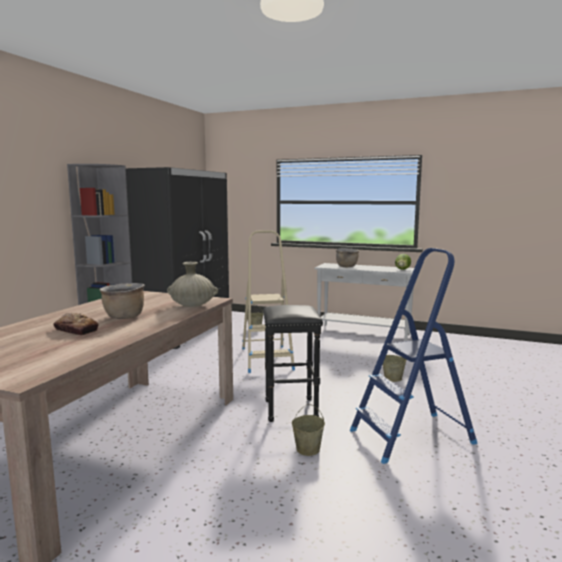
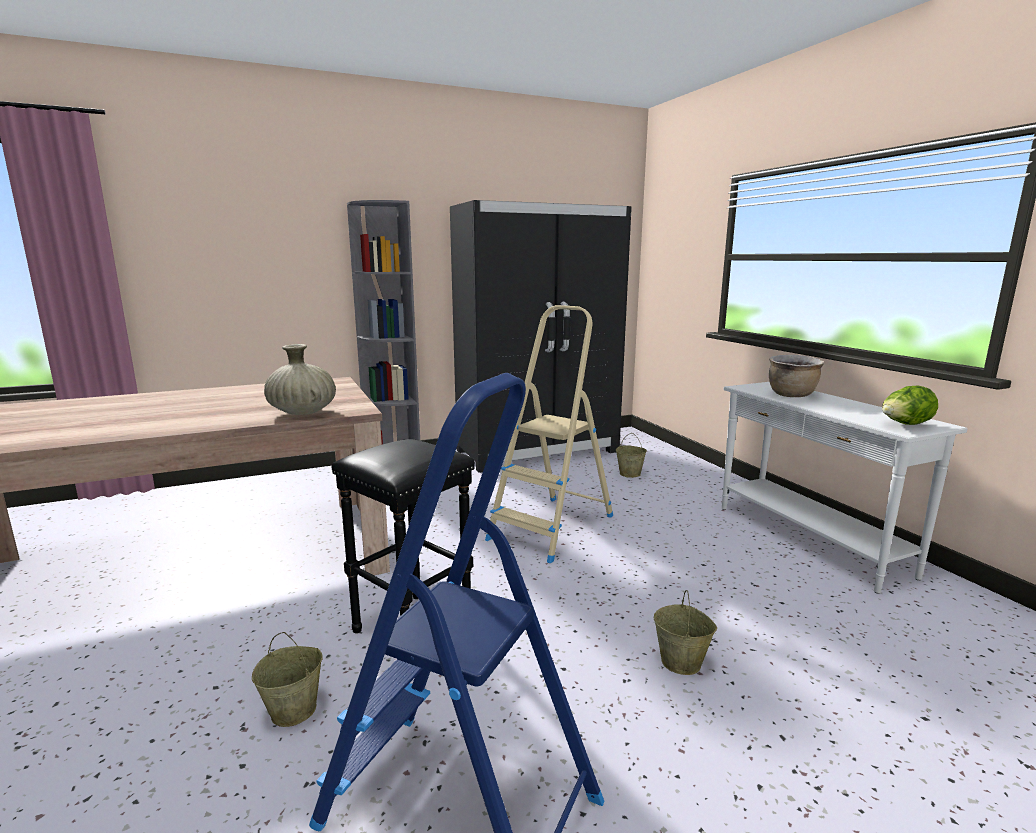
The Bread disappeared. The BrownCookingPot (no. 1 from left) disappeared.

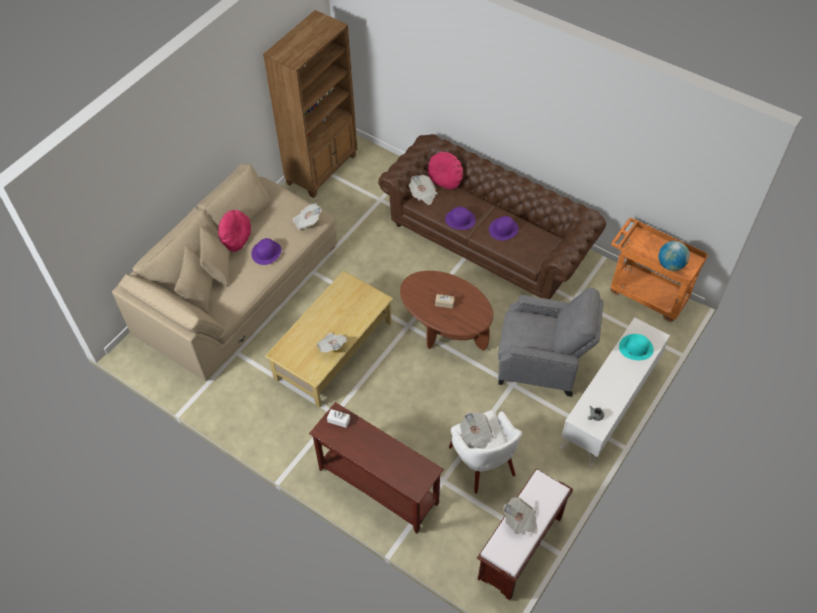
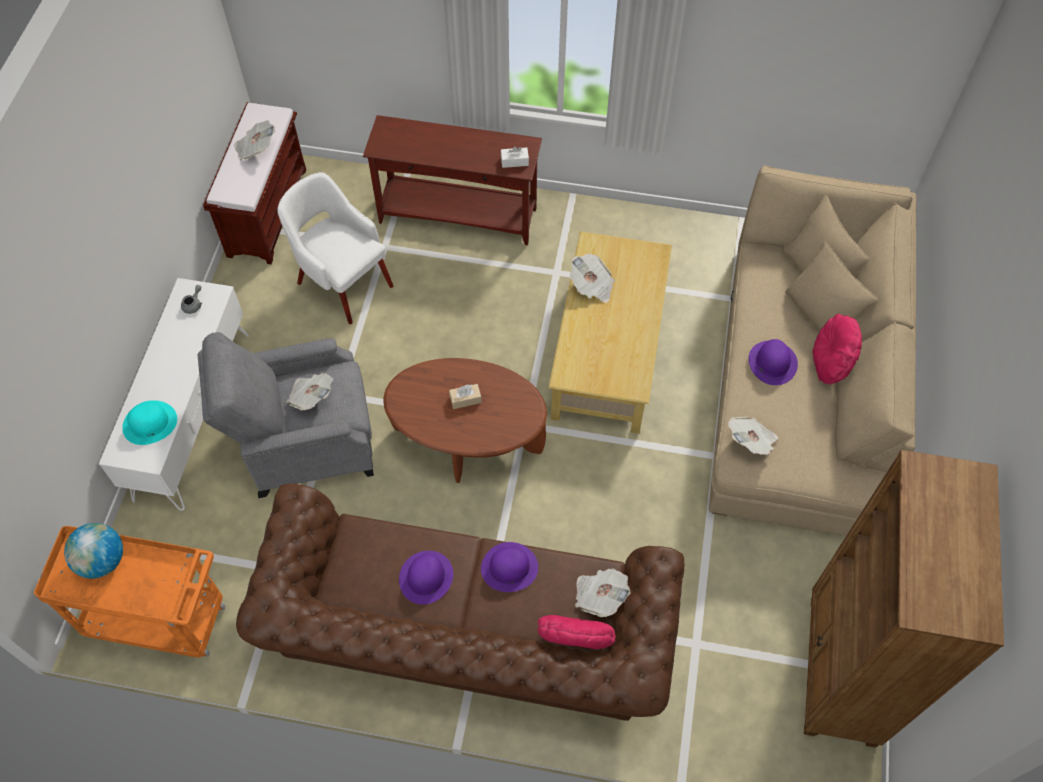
The Newspaper (no. 4 from left in the first image) moved.

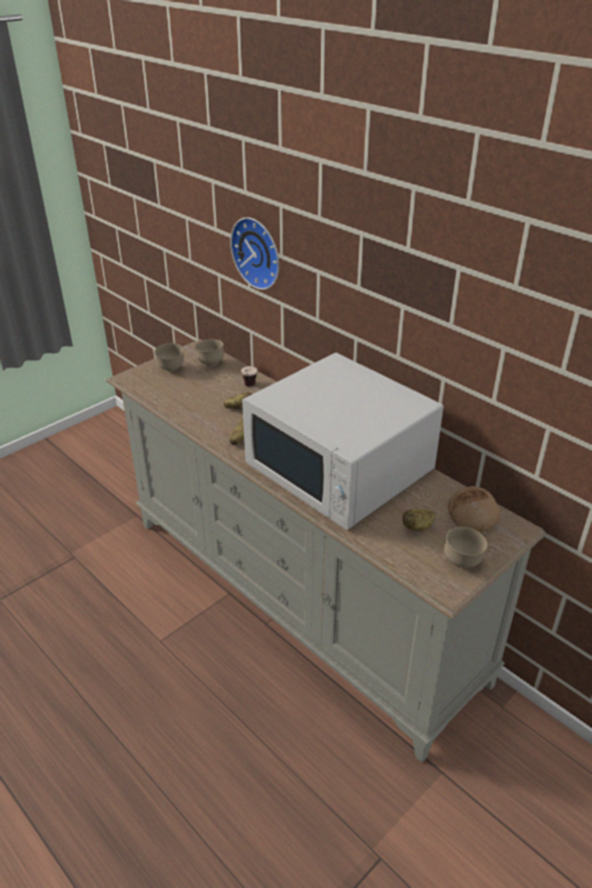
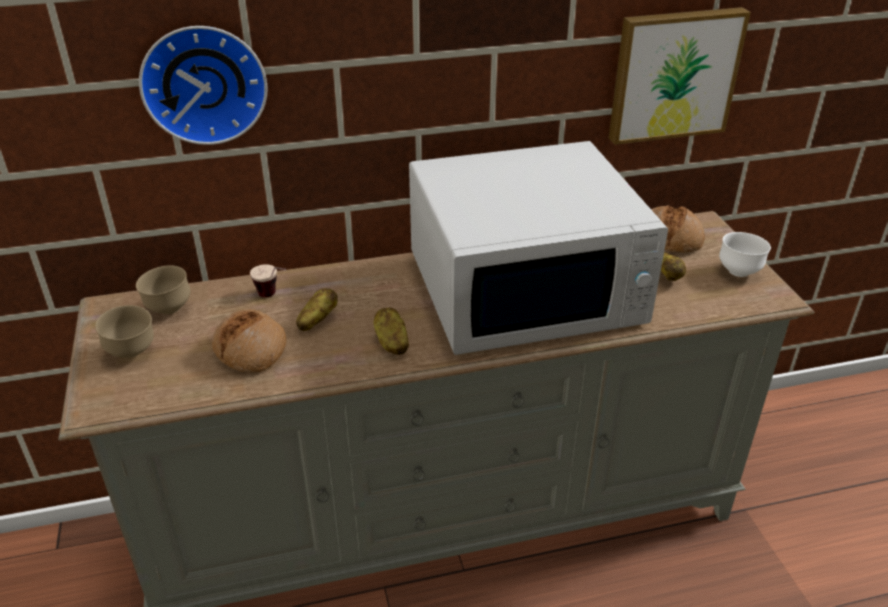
The Bread (no. 1 from left) appeared. The Picture appeared. The BrownBowl (no. 3 from left) became the WhiteBowl.

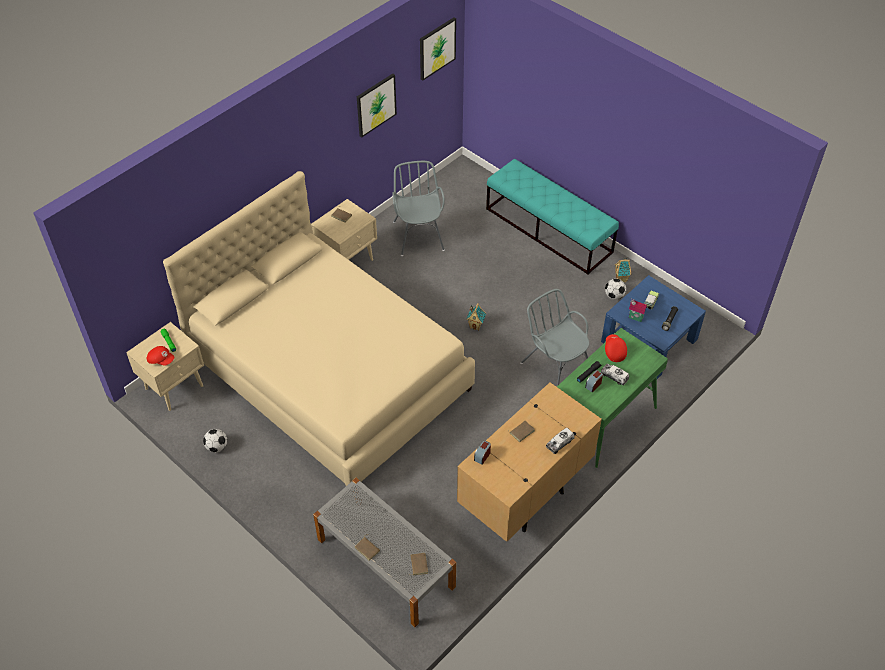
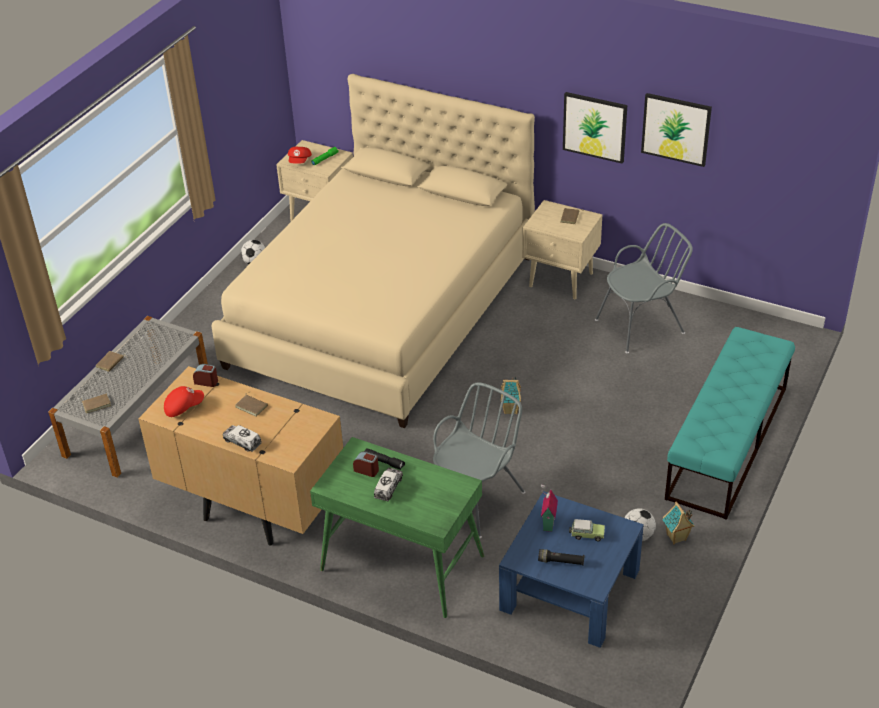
The RedCap (no. 2 from left in the first image) moved. The Picture (no. 2 from left in the first image) moved.

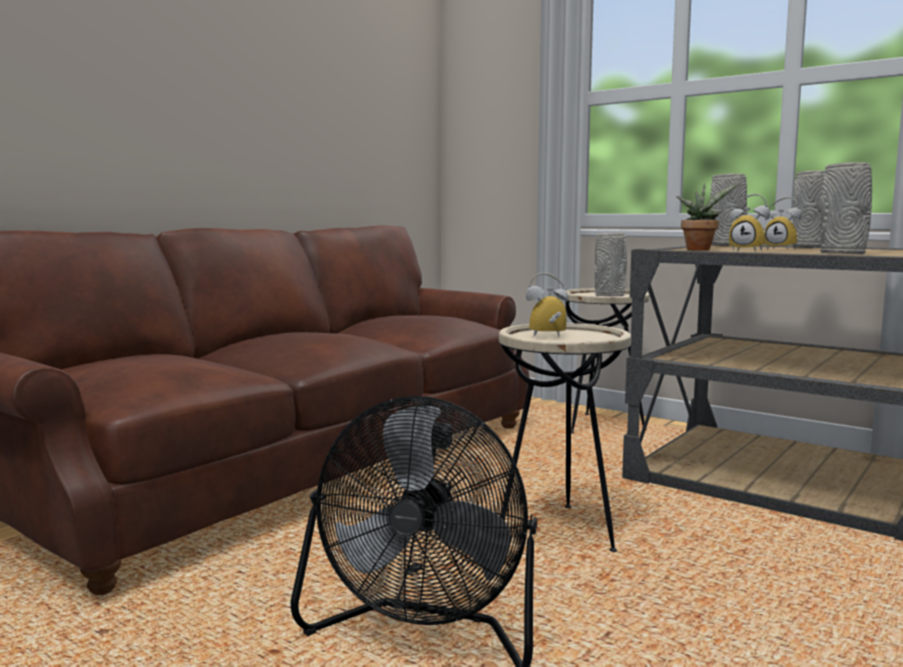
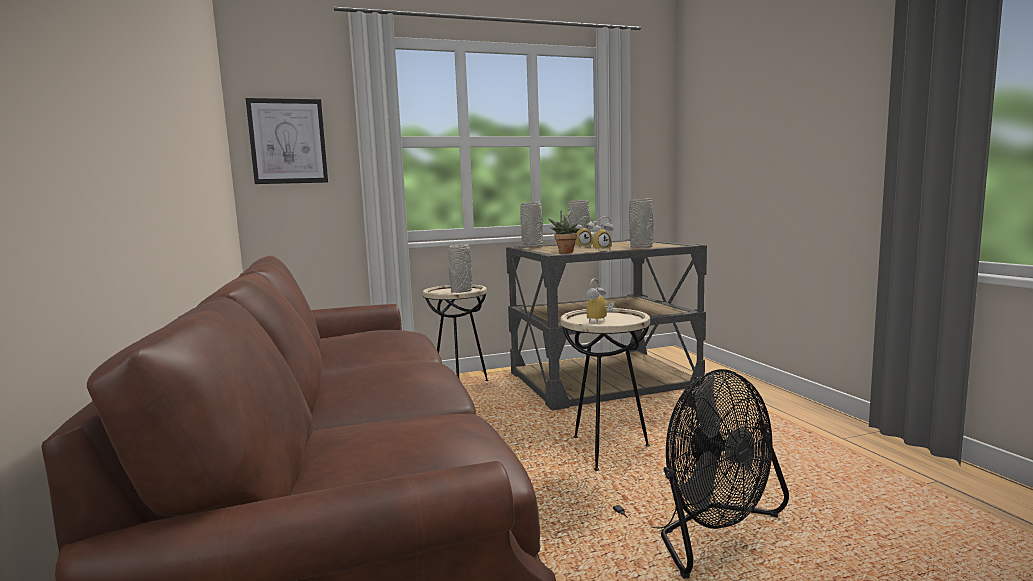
The Picture appeared.

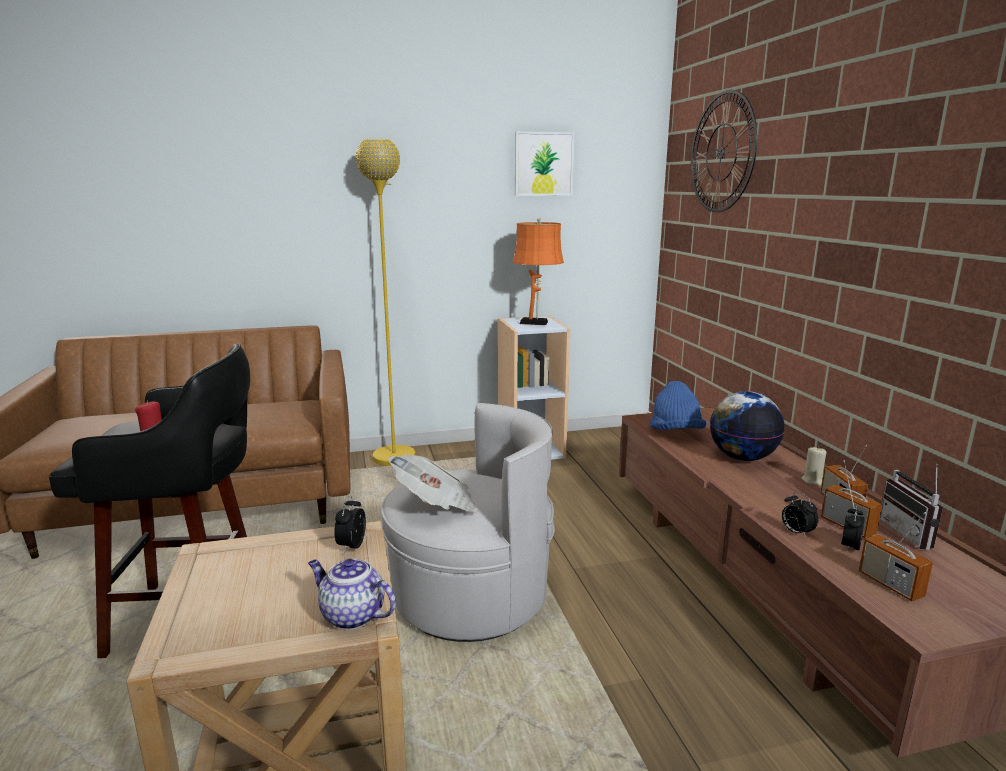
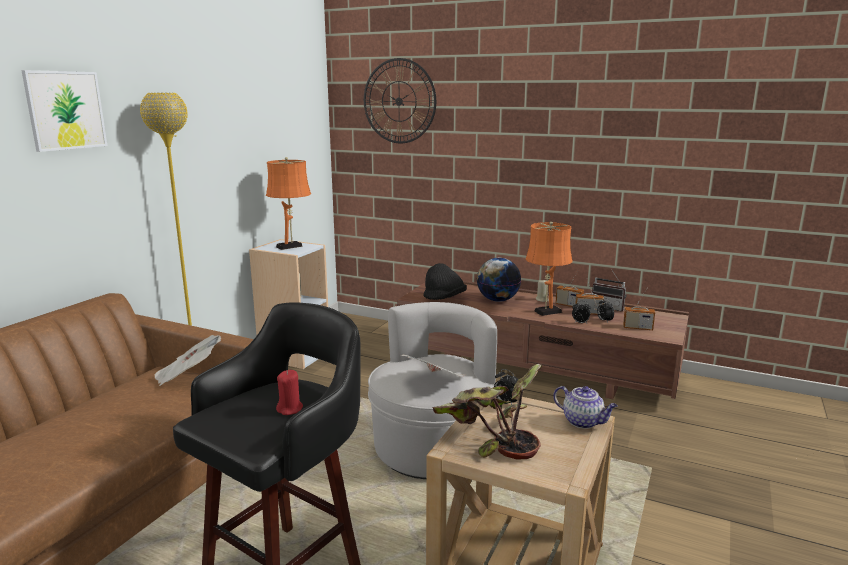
The Picture moved. The Newspaper (no. 1 from left) appeared. The BlueHat became the BlackHat. The PottedPlant appeared. The OrangeTableLamp (no. 2 from left) appeared. The Teapot turned 120 degrees counterclockwise.

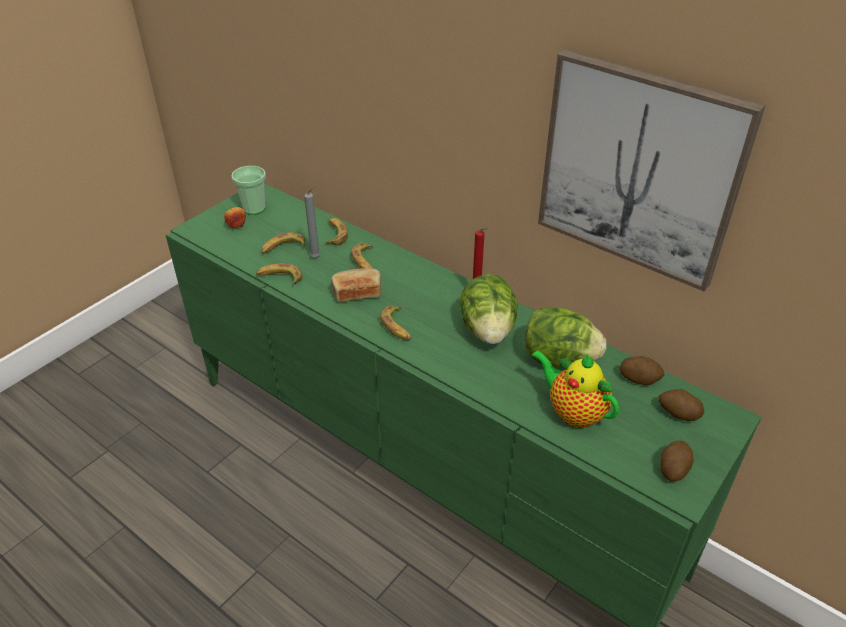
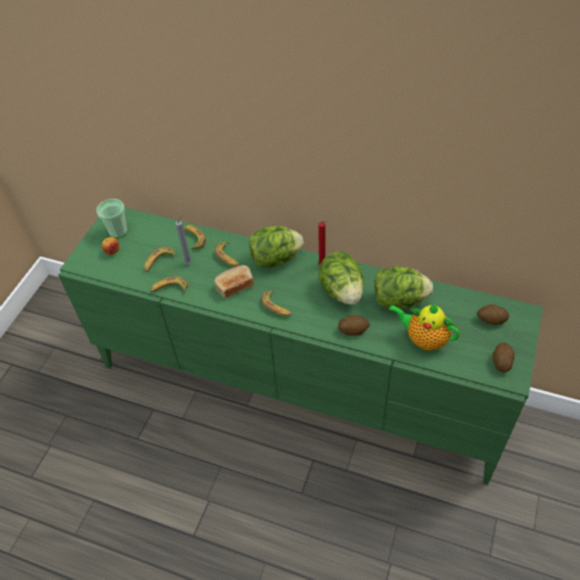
The Lettuce (no. 1 from left) appeared. The Potato (no. 1 from left) moved. The Picture disappeared.

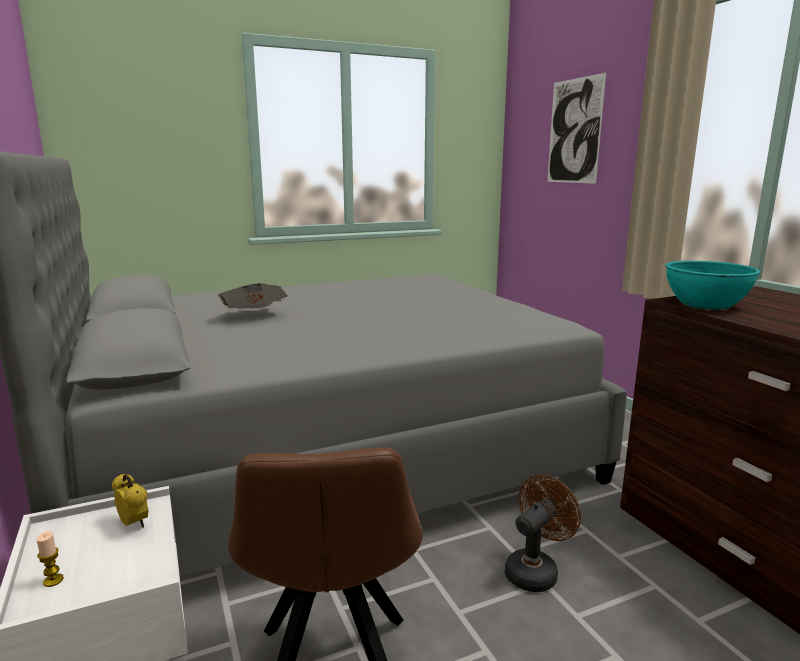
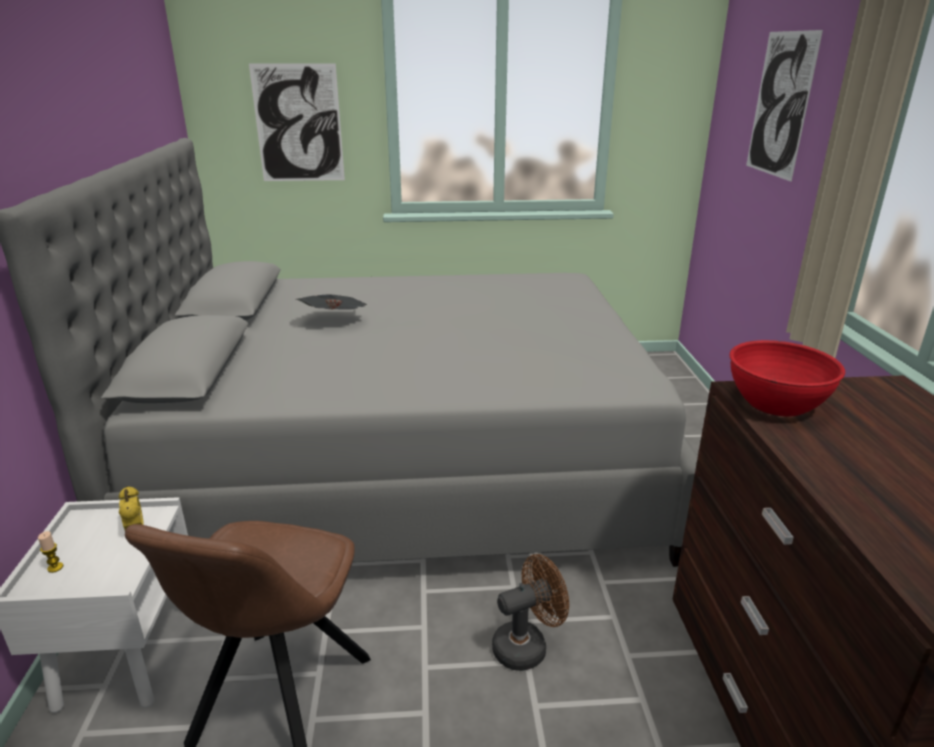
The Picture (no. 1 from left) appeared. The TurquoiseBowl became the RedBowl.

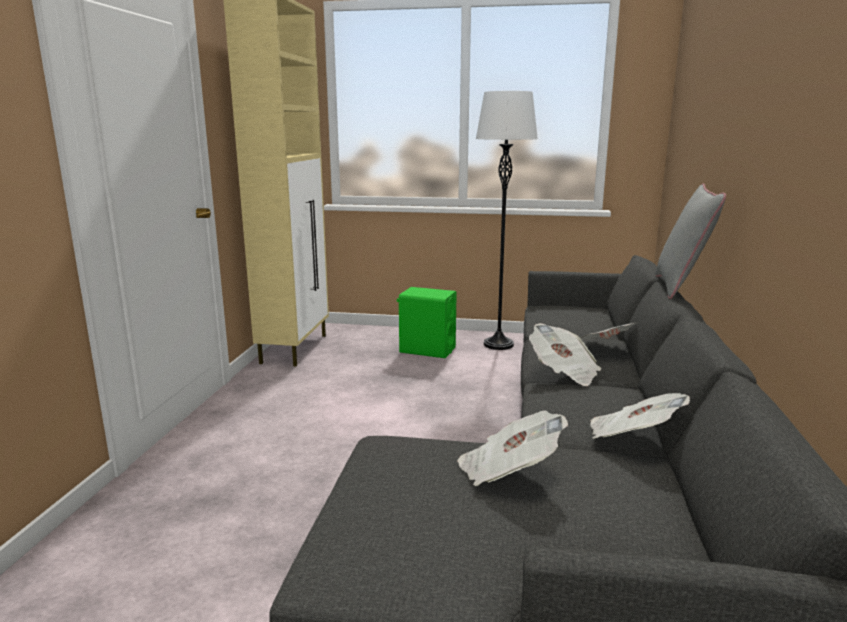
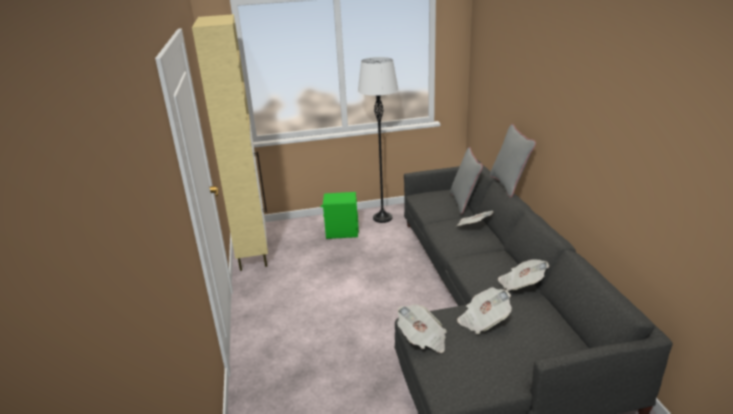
The Newspaper (no. 2 from left in the first image) moved. The GreyPillow (no. 1 from left) appeared.

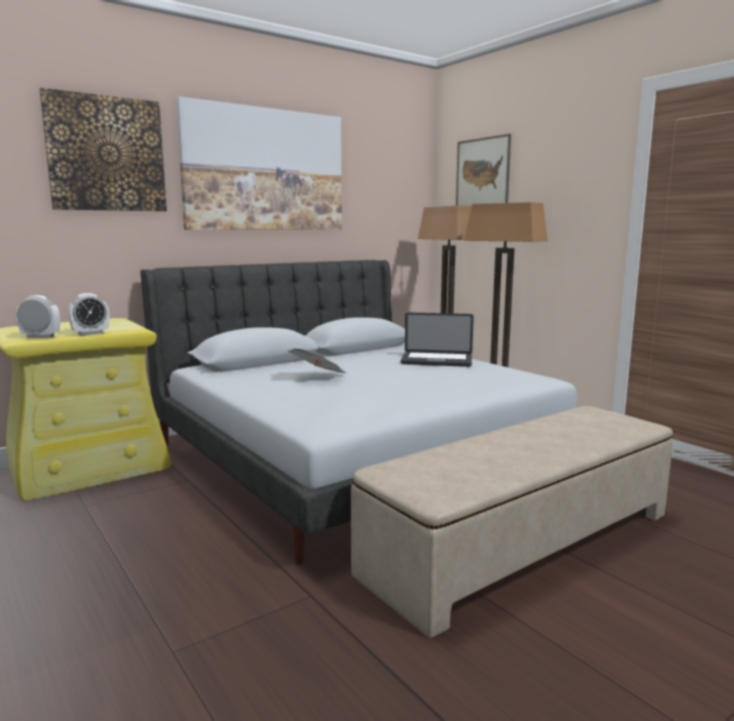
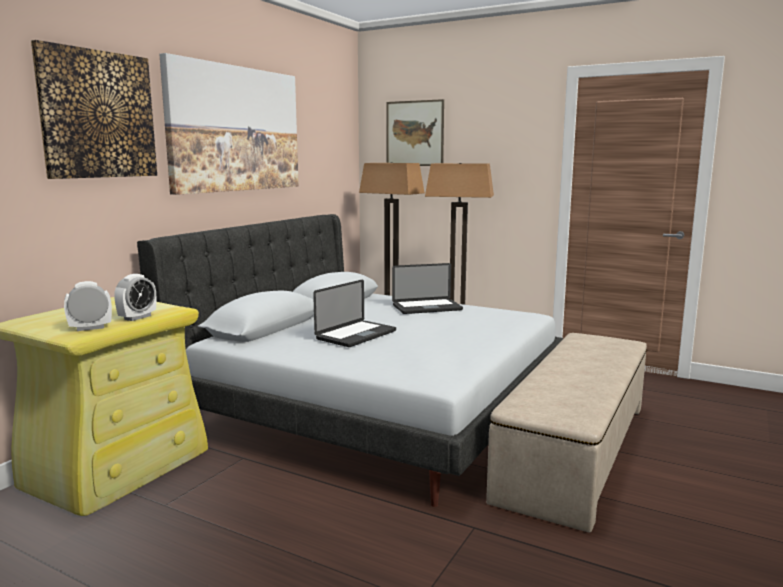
The Newspaper was replaced by the Laptop (no. 1 from left).

